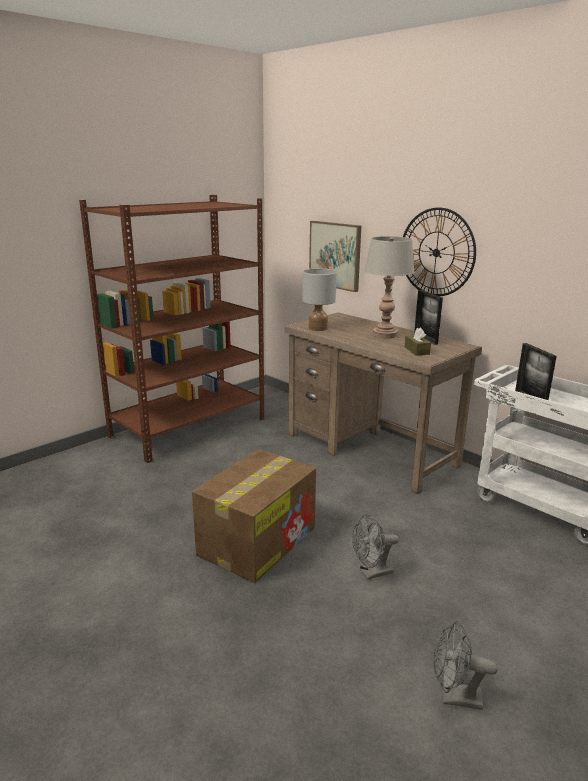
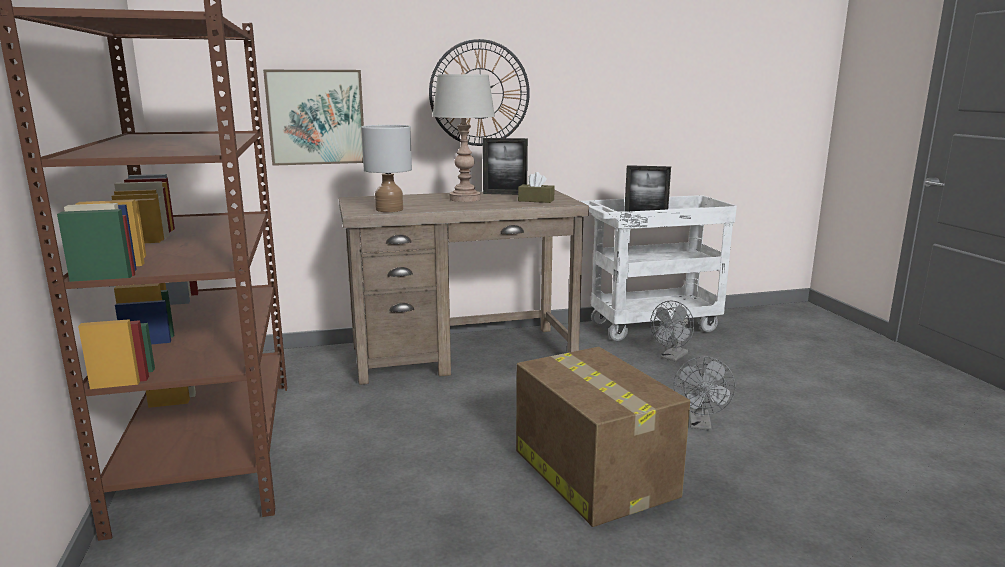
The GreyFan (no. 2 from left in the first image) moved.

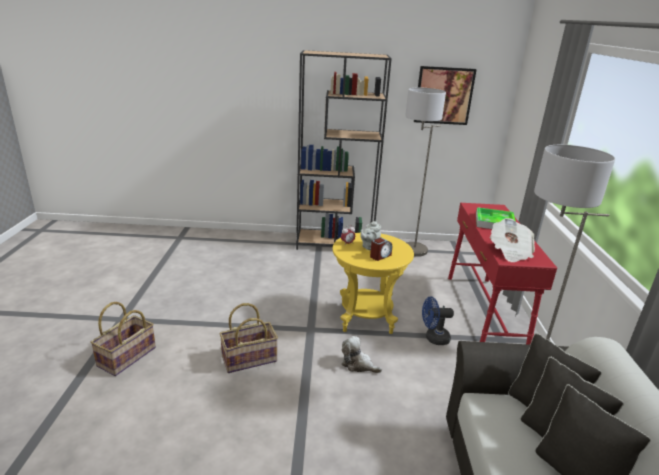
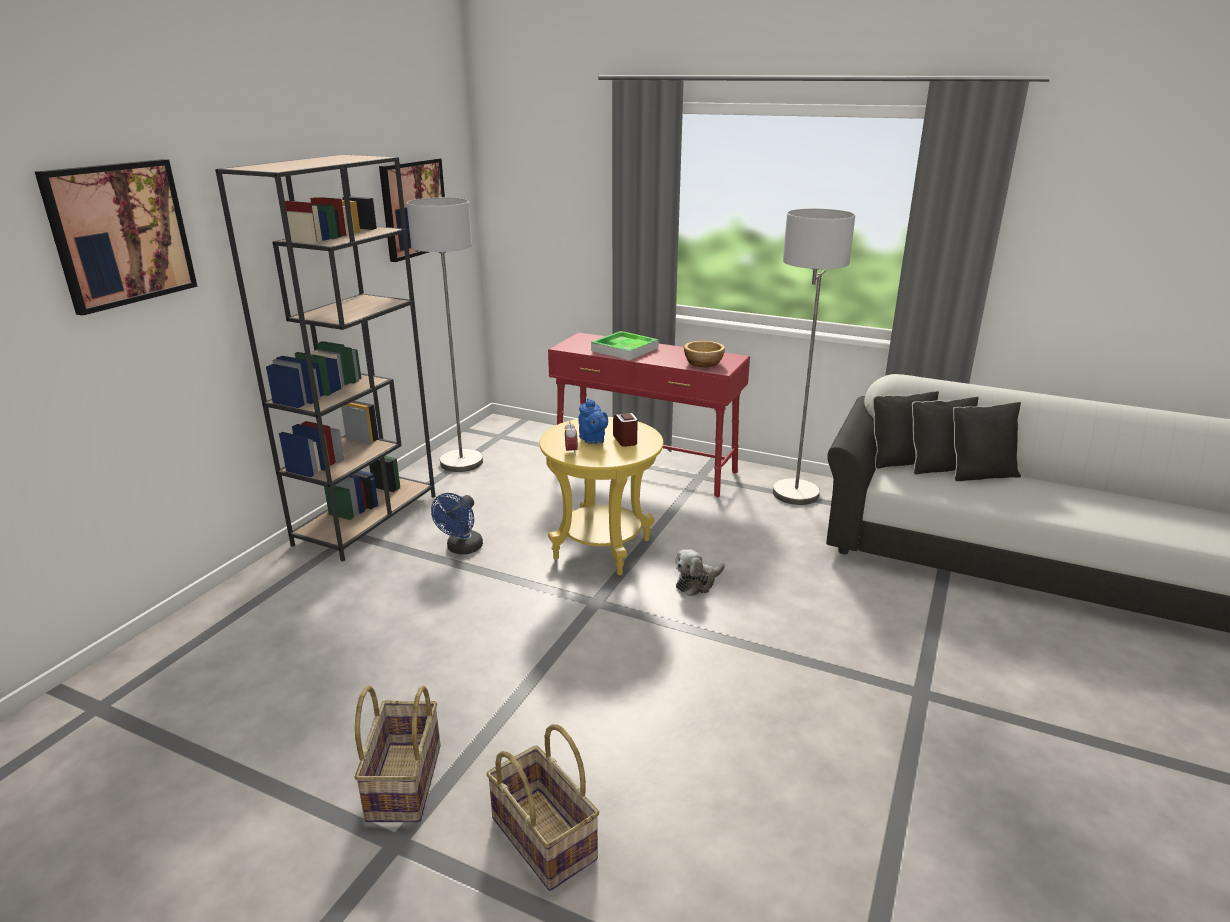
The Picture (no. 1 from left) appeared. The Basket (no. 2 from left in the first image) moved. The BlueFan moved. The GreyTeapot became the BlueTeapot. The Newspaper was replaced by the Bowl.

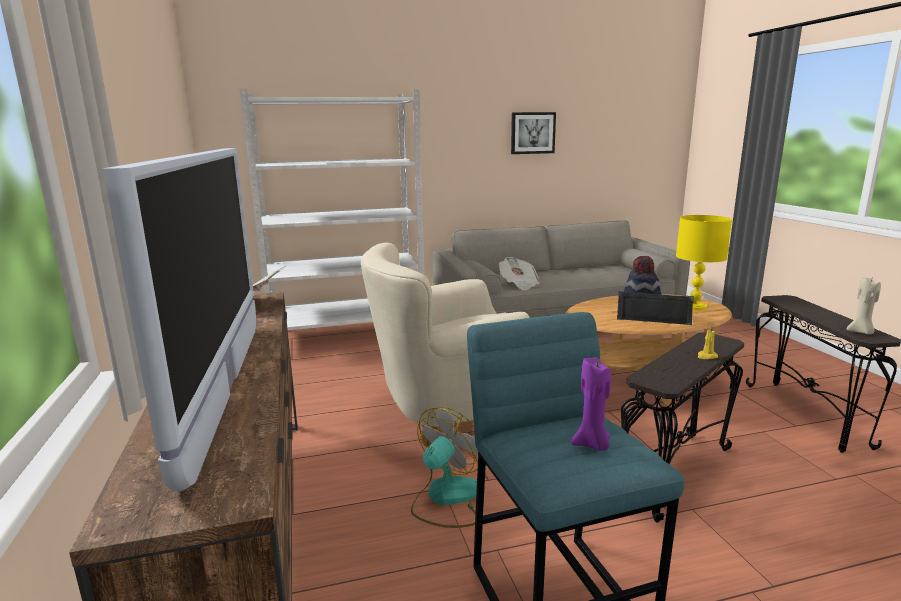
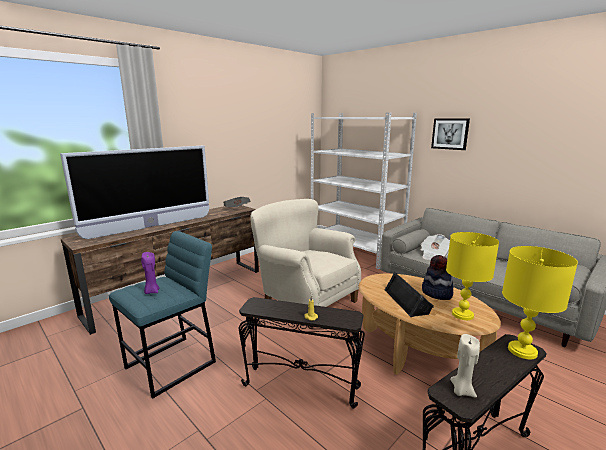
The Picture moved. The YellowTableLamp (no. 2 from left) appeared. The Fan disappeared.

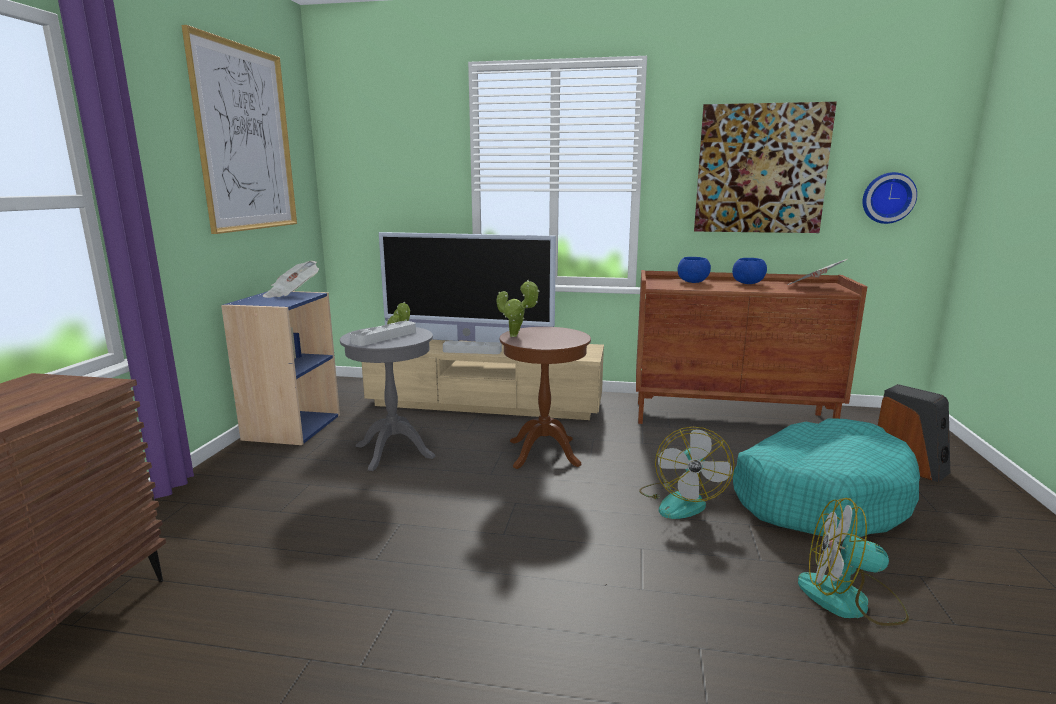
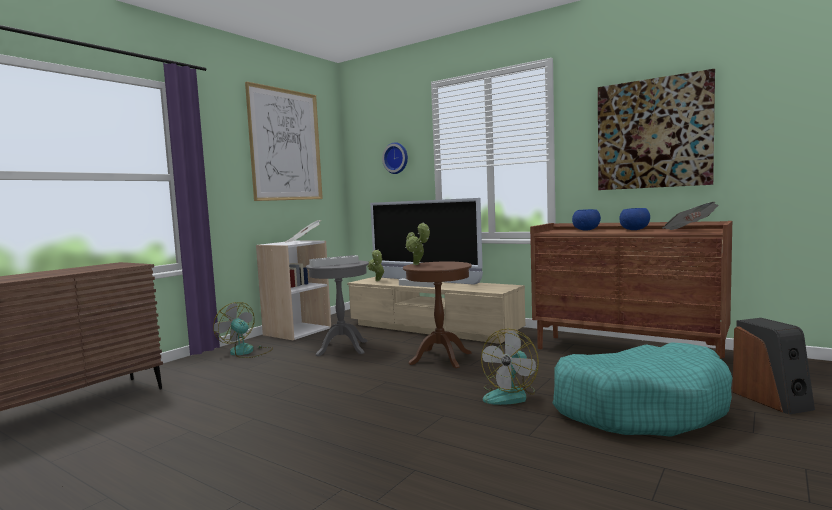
The Fan (no. 2 from left in the first image) moved. The BlueBookcase became the WhiteBookcase. The WallClock moved.

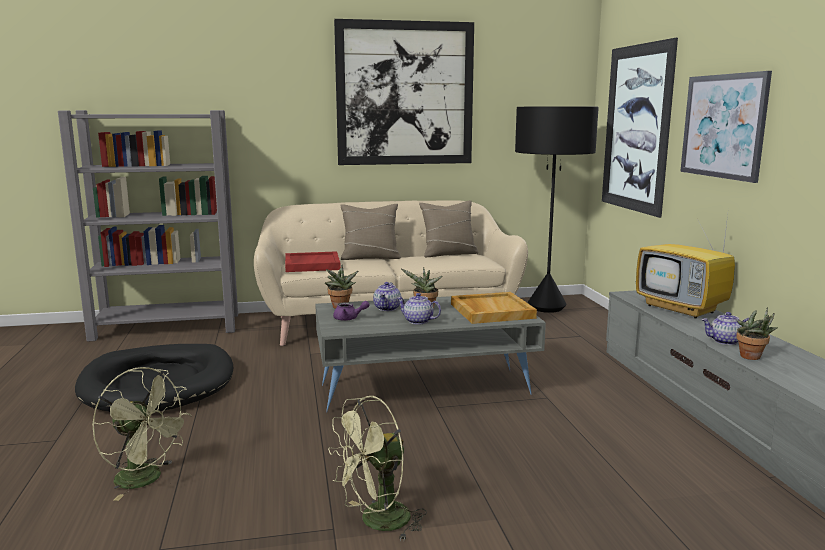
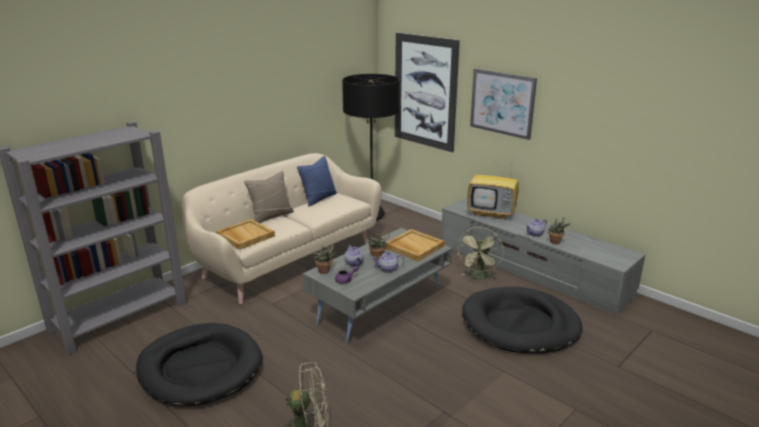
The RedTray became the BeigeTray (no. 1 from left). The BeigePillow (no. 2 from left) became the BluePillow. The GreenFan (no. 2 from left) moved. The BlackDogBed (no. 2 from left) appeared. The Picture (no. 1 from left) disappeared.

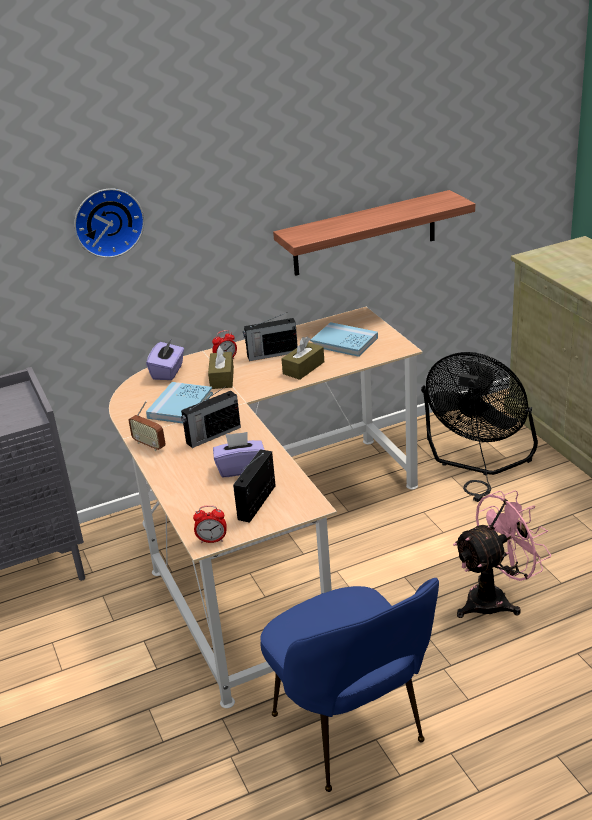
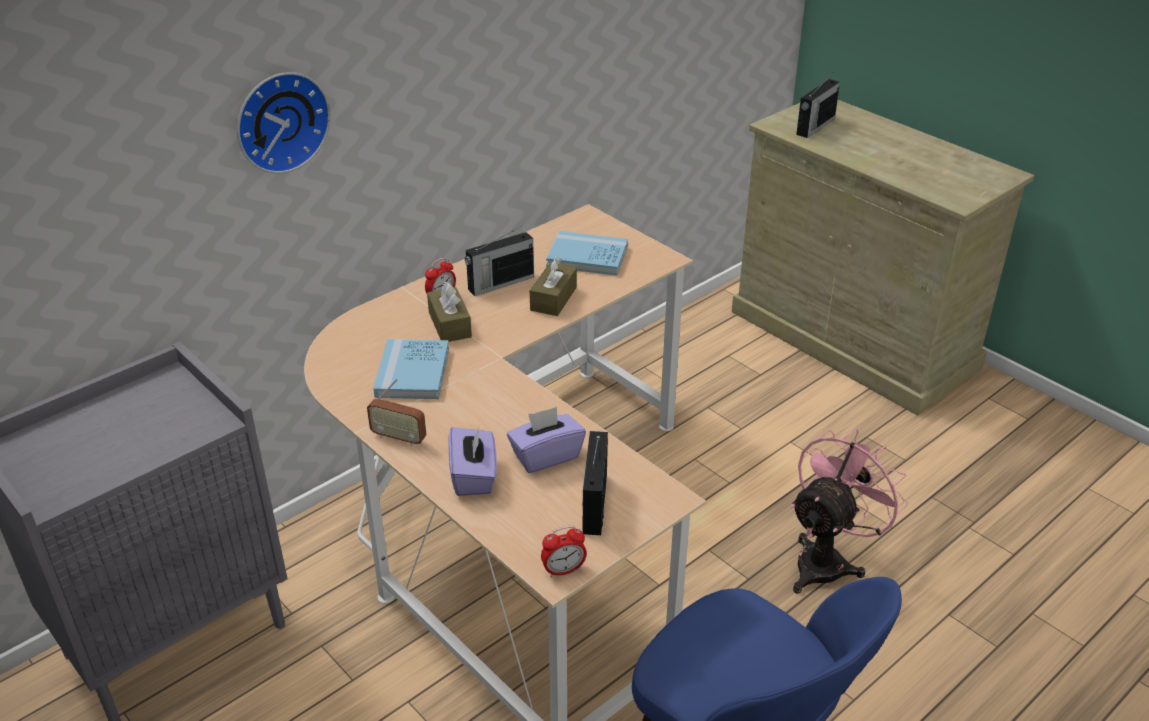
The PurpleTissueBox (no. 1 from left) moved. The Radio (no. 2 from left in the first image) moved. The Shelf disappeared. The BlackFan disappeared.

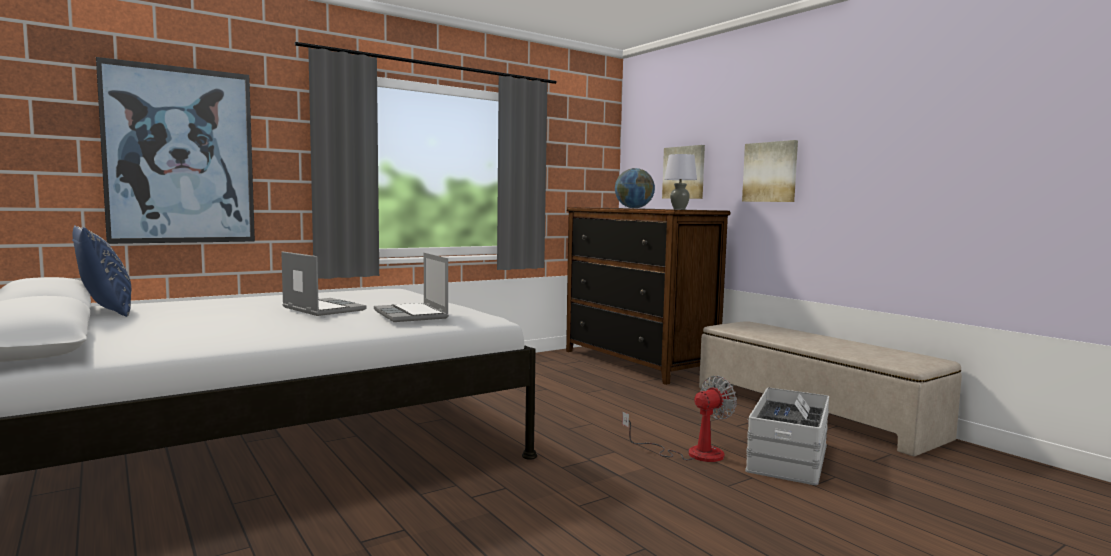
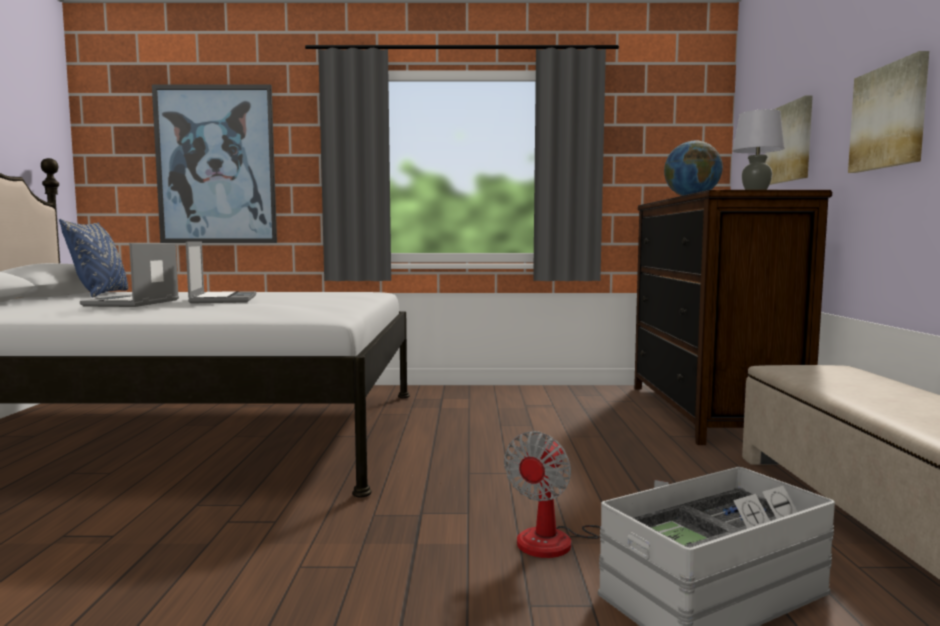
The Laptop (no. 2 from left in the first image) moved. The Fan turned 120 degrees clockwise.

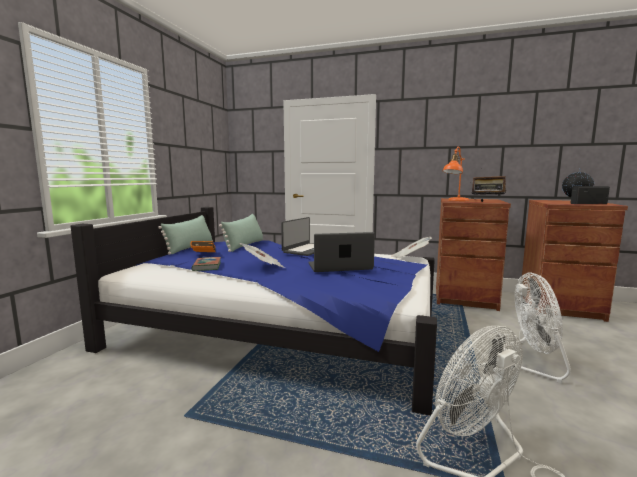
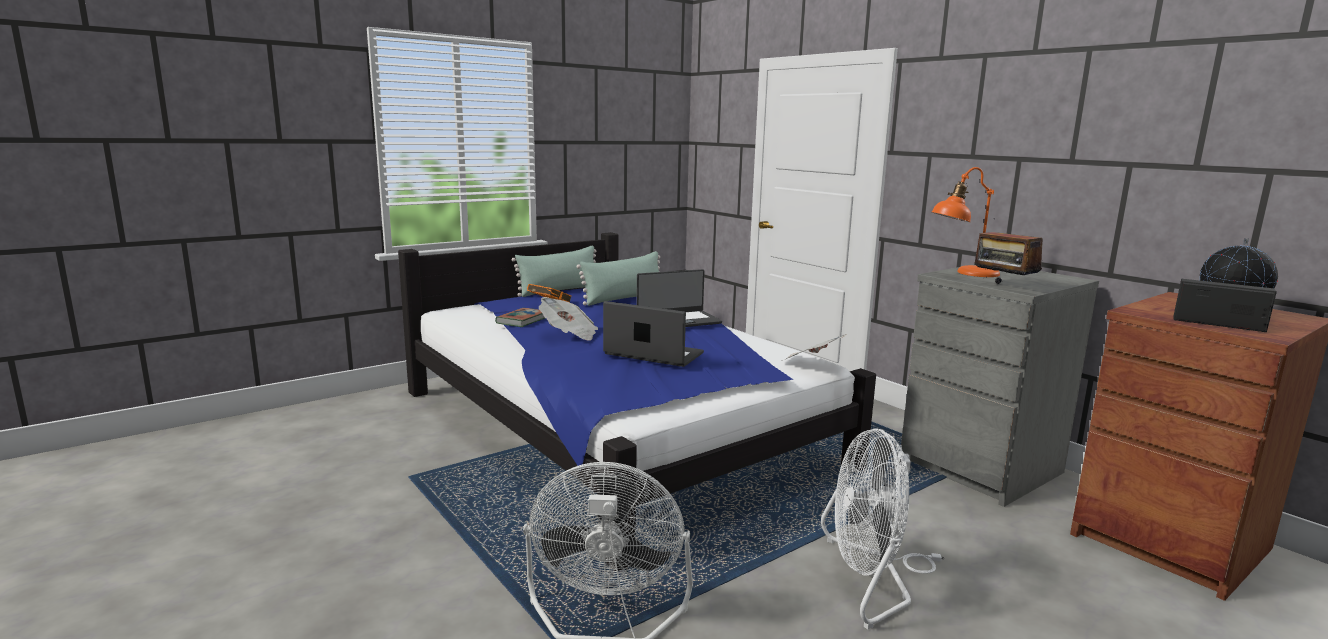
The WhiteFan (no. 2 from left) turned 135 degrees clockwise. The BrownDresser (no. 1 from left) became the GreyDresser.

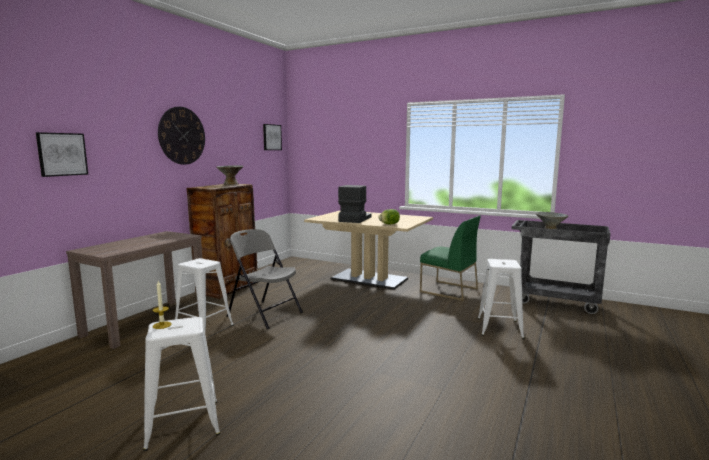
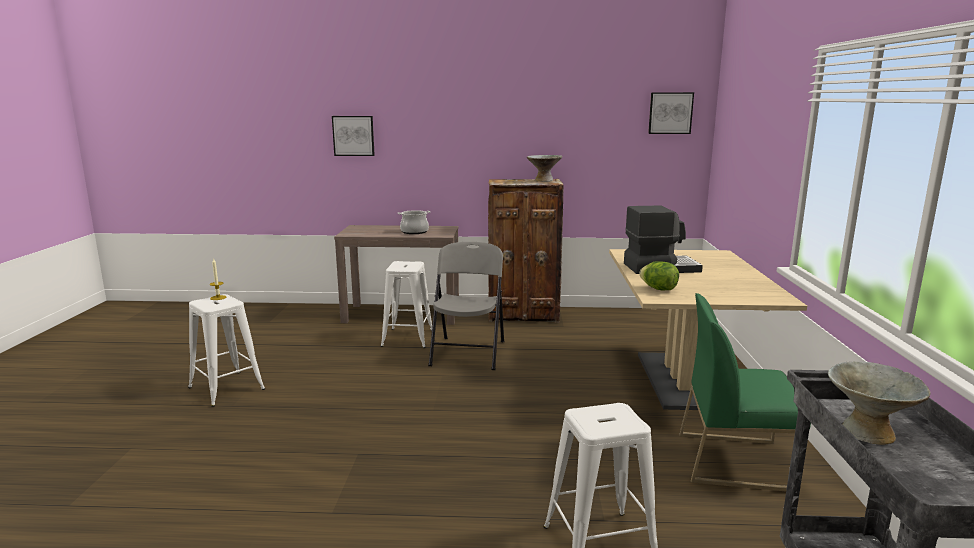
The CookingPot appeared. The GreenChair turned 90 degrees clockwise. The WallClock disappeared.

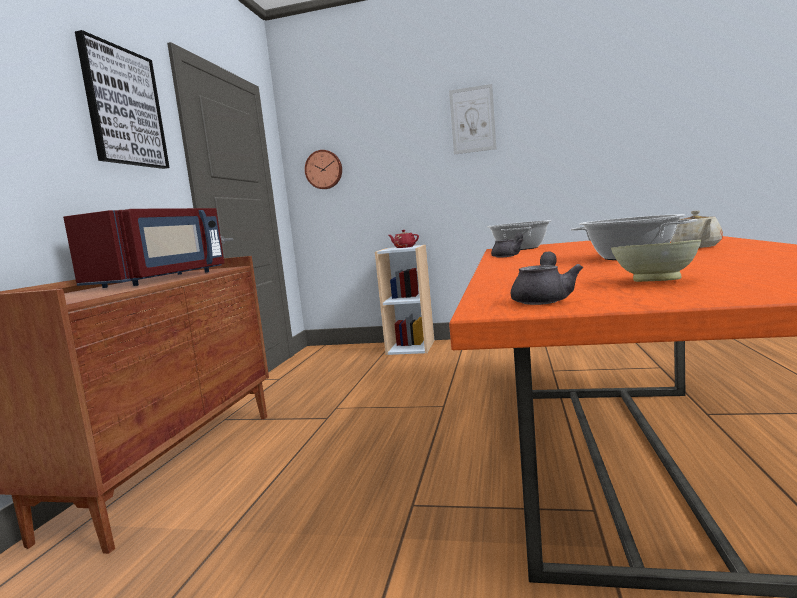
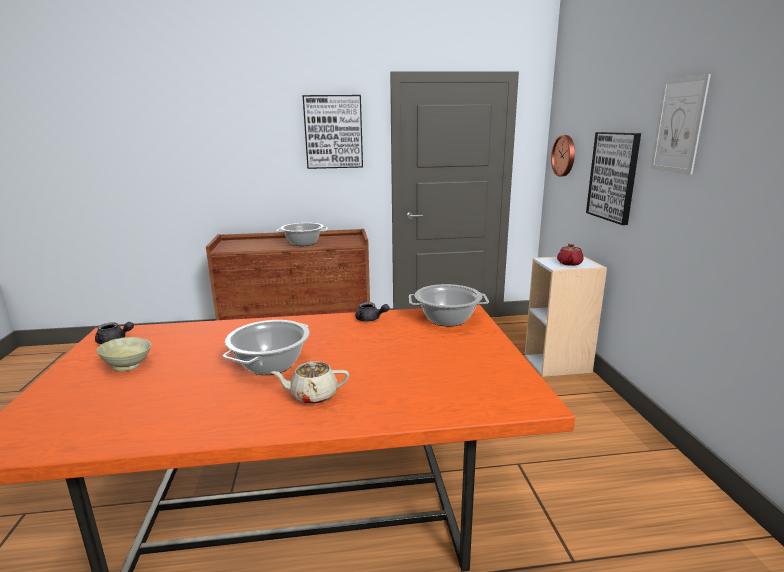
The RedMicrowave was replaced by the CookingPot (no. 2 from left). The Picture (no. 2 from left) appeared.

